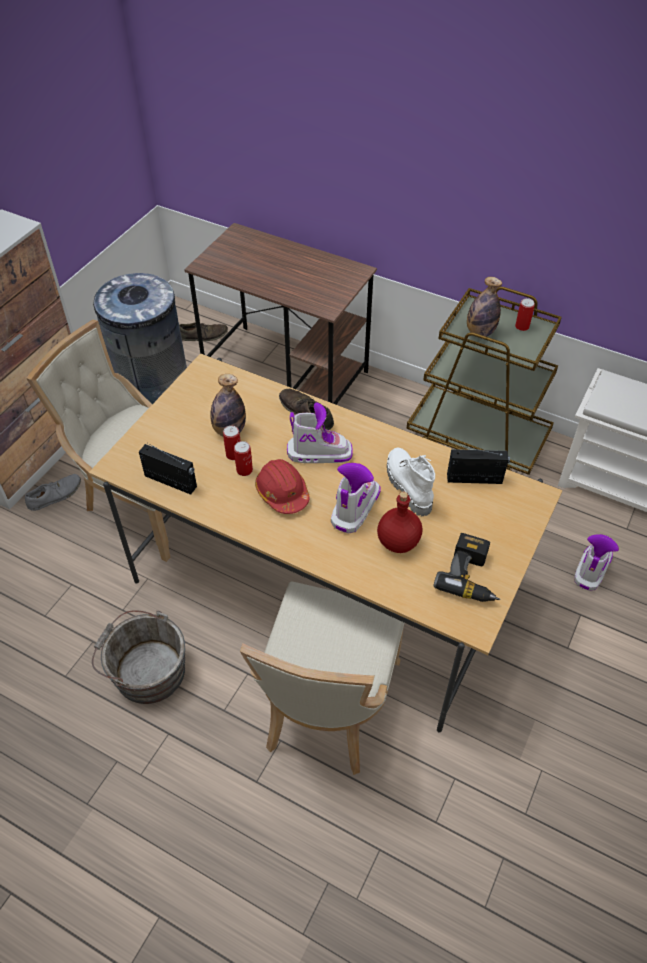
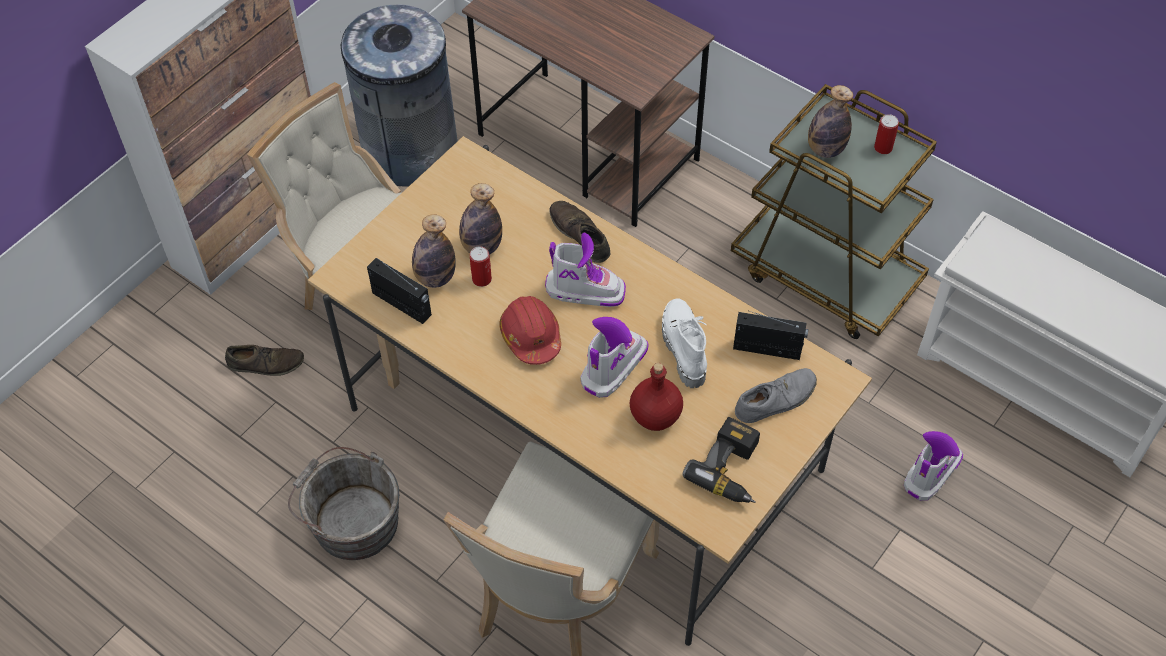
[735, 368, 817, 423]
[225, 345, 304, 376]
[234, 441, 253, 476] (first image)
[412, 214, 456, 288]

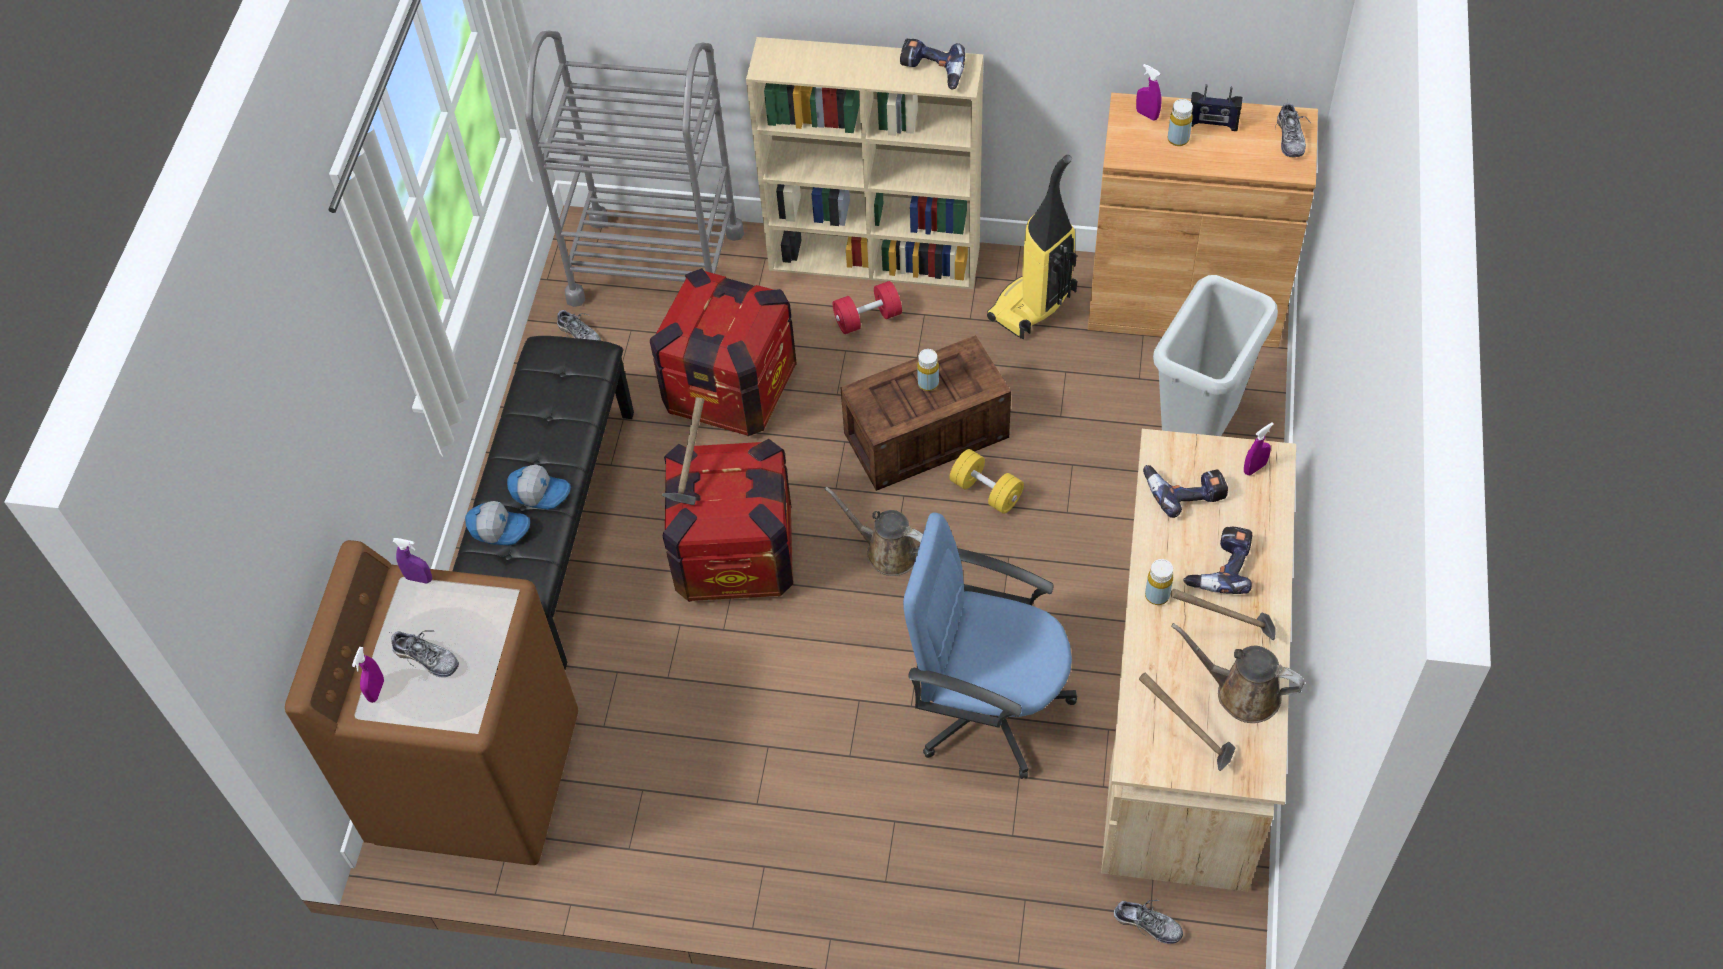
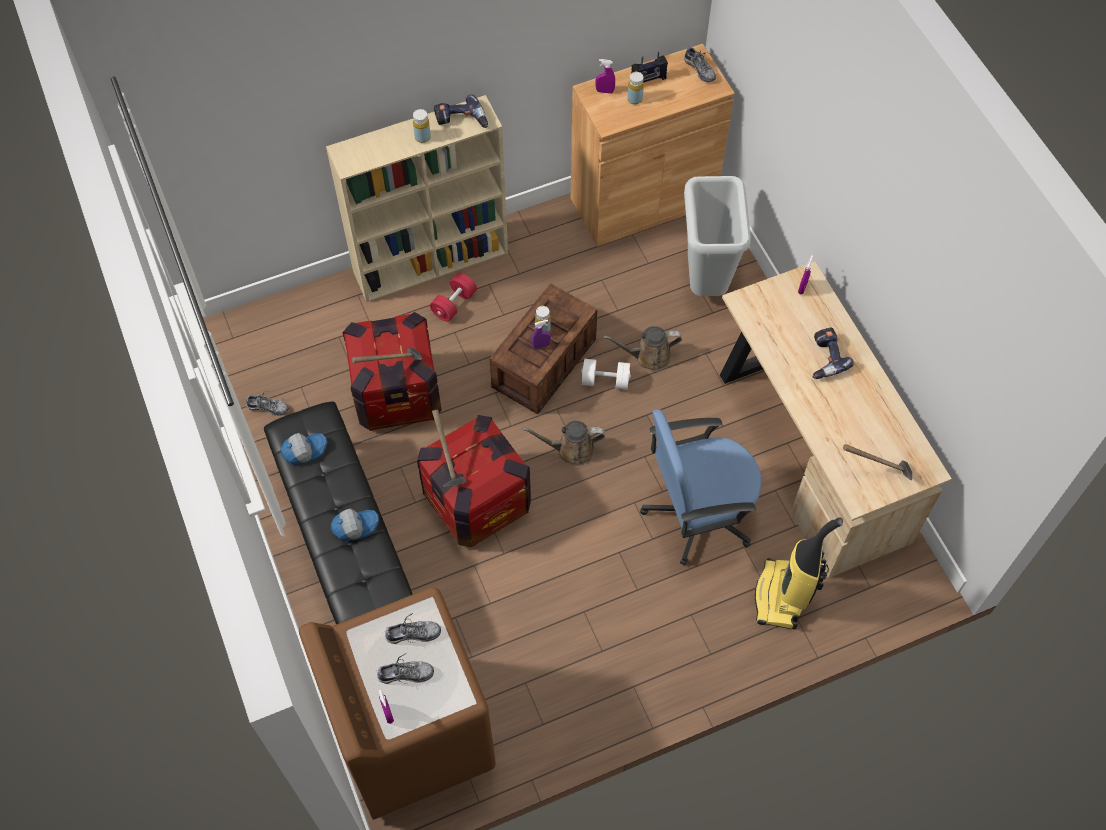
[532, 320, 551, 349]
[281, 433, 327, 465]
[525, 31, 744, 307] (first image)
[581, 359, 631, 390]
[755, 517, 843, 629]
[385, 613, 441, 644]
[1143, 465, 1228, 518] (first image)
[413, 109, 431, 143]
[351, 347, 422, 363]
[603, 326, 682, 371]

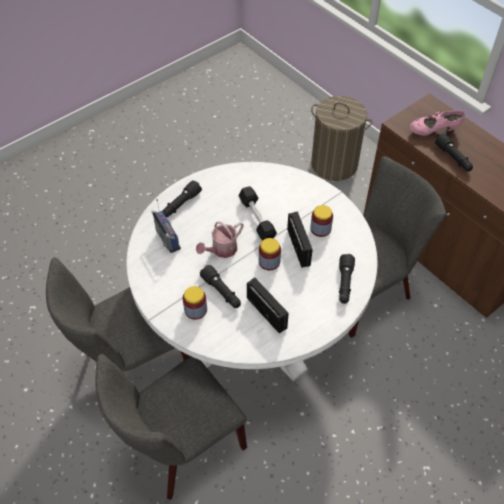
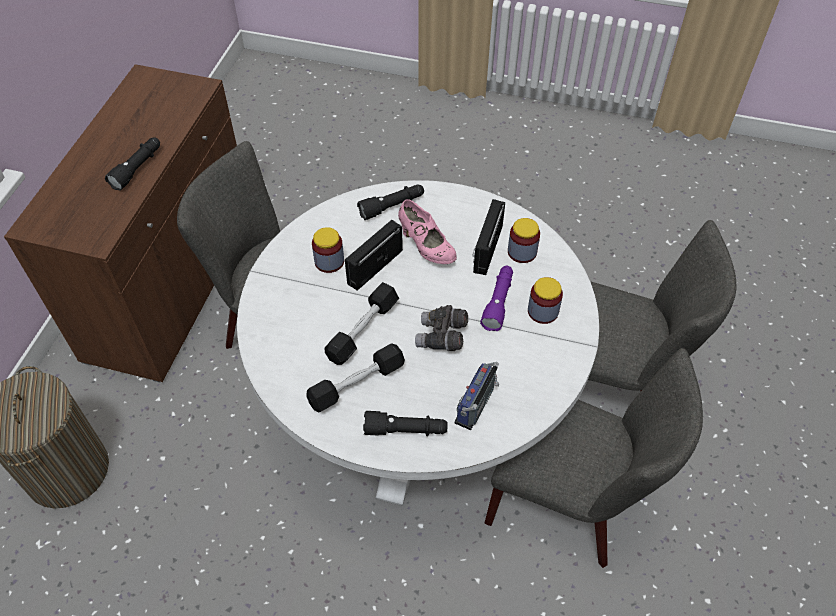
[415, 305, 468, 351]
[480, 266, 513, 331]
[508, 218, 540, 263]
[398, 199, 457, 264]
[306, 344, 405, 412]

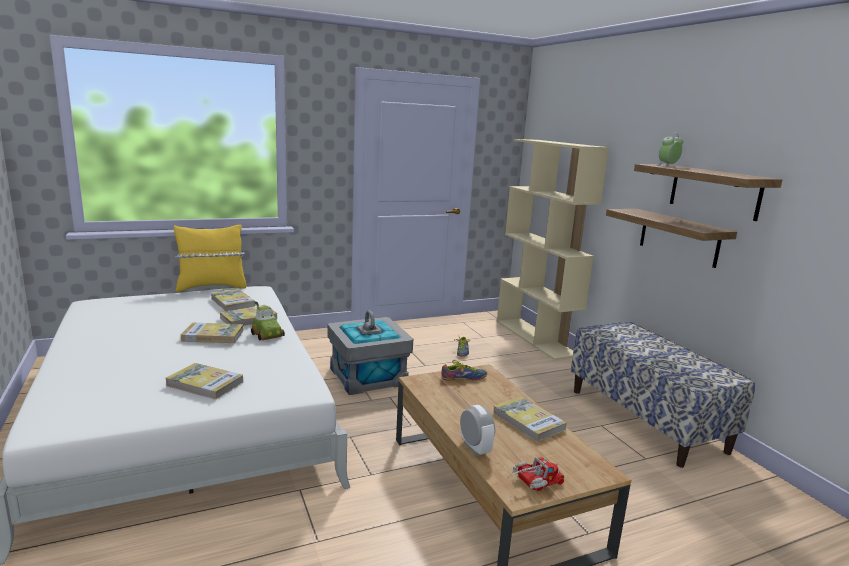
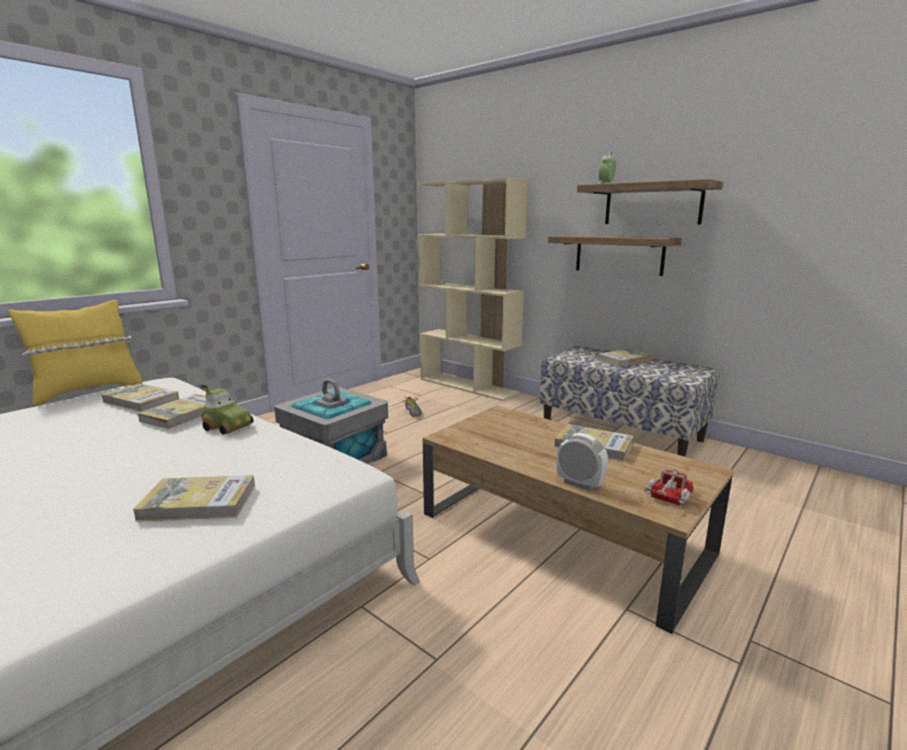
[597, 349, 652, 367]
[441, 360, 487, 381] (first image)

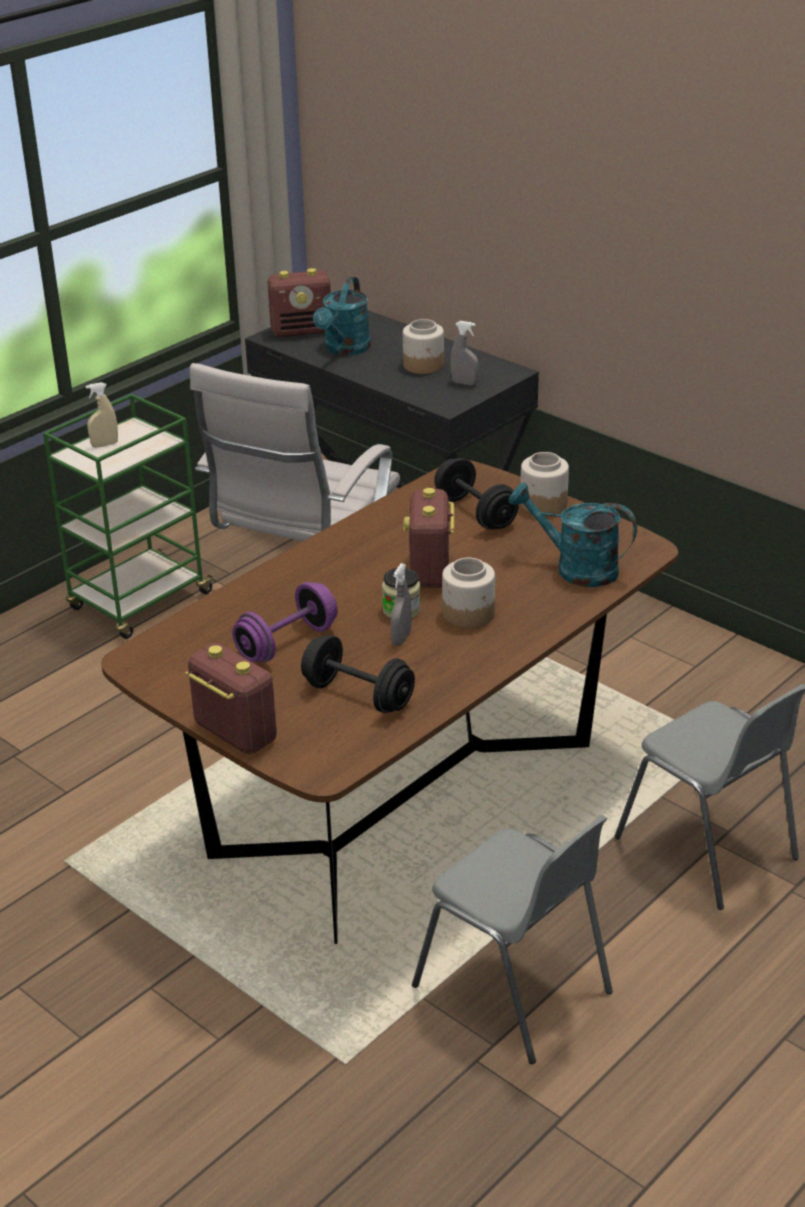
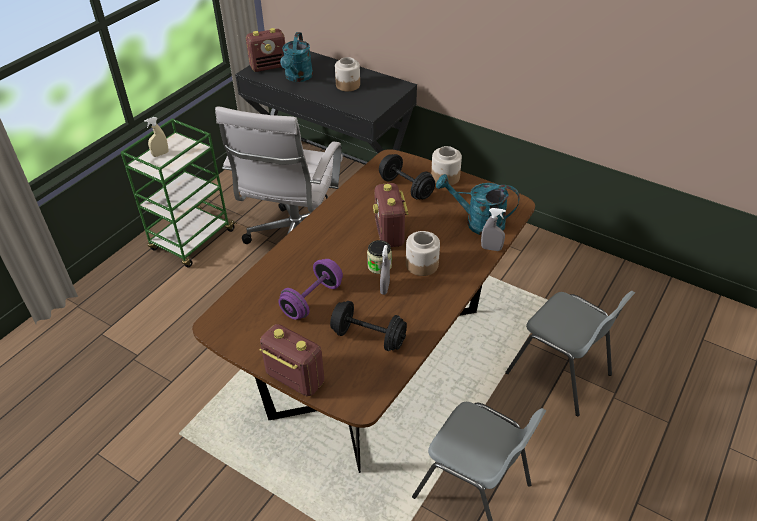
[481, 208, 506, 251]

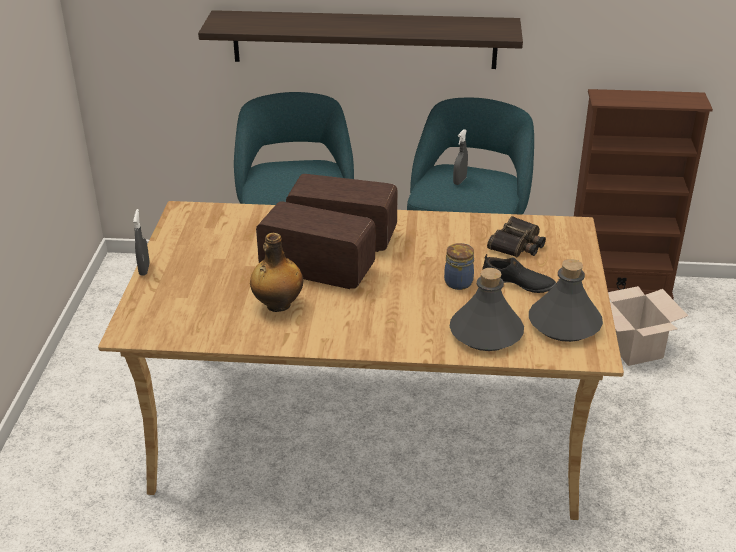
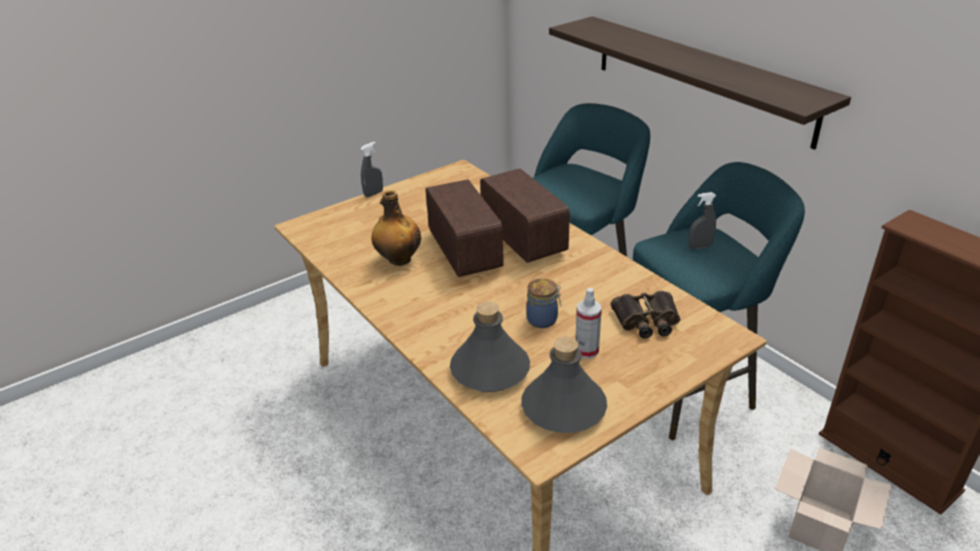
[575, 288, 602, 359]

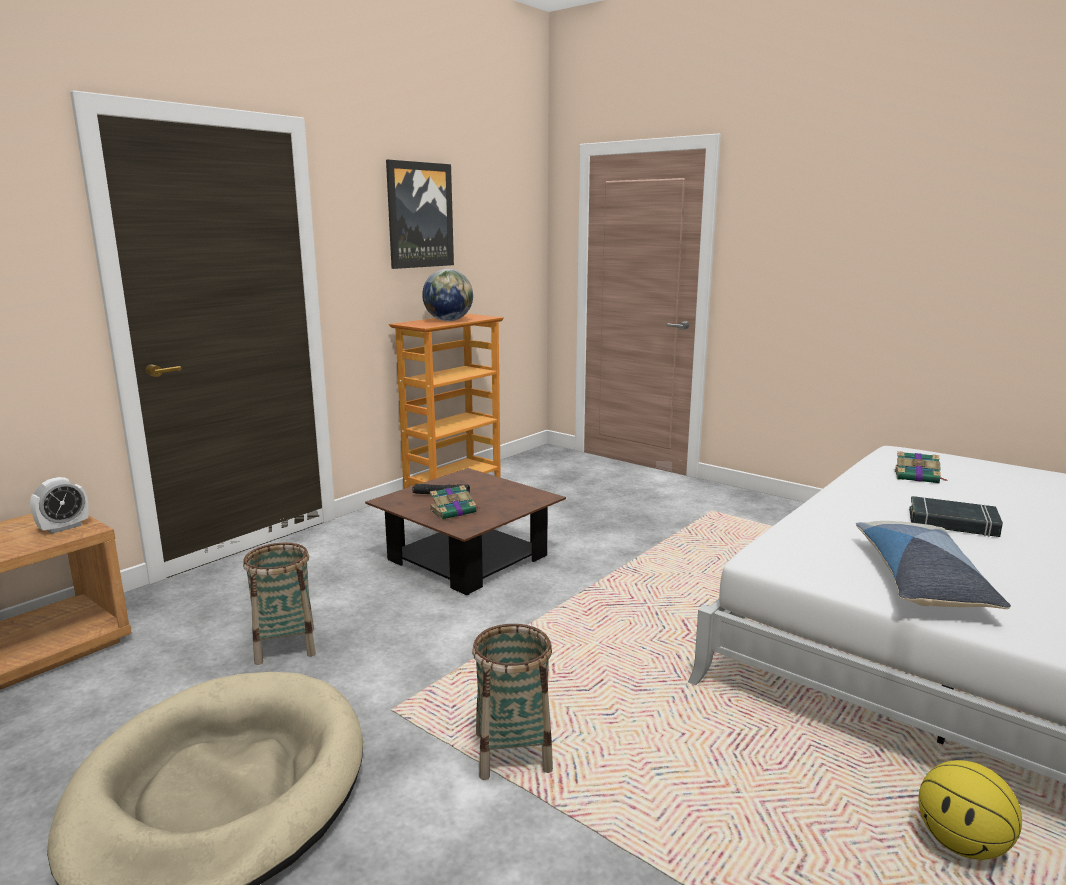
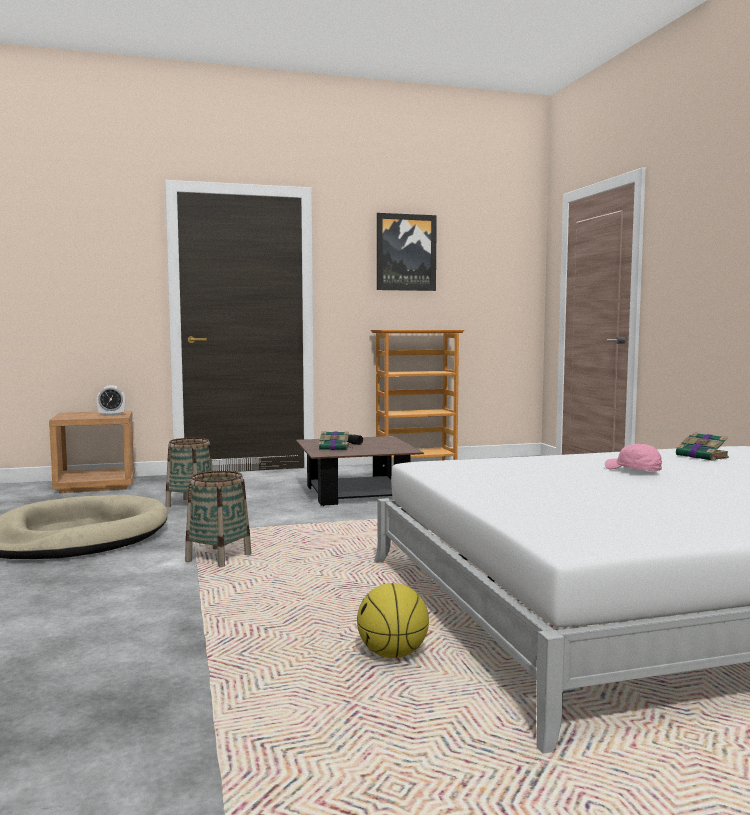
[422, 269, 473, 321] (first image)
[856, 521, 1011, 609] (first image)
[605, 443, 662, 471]

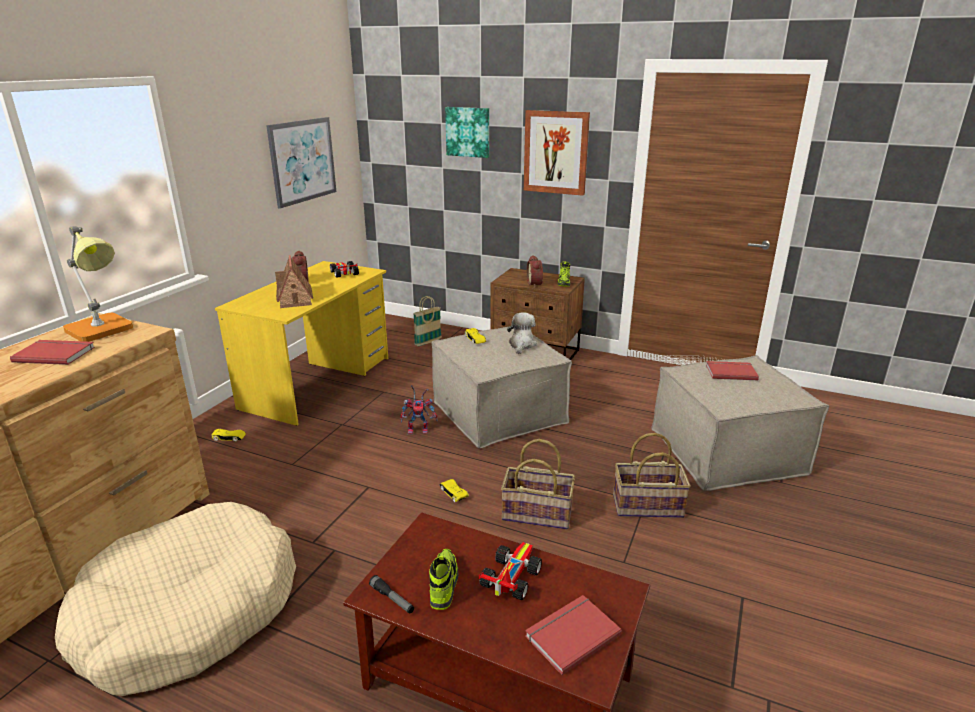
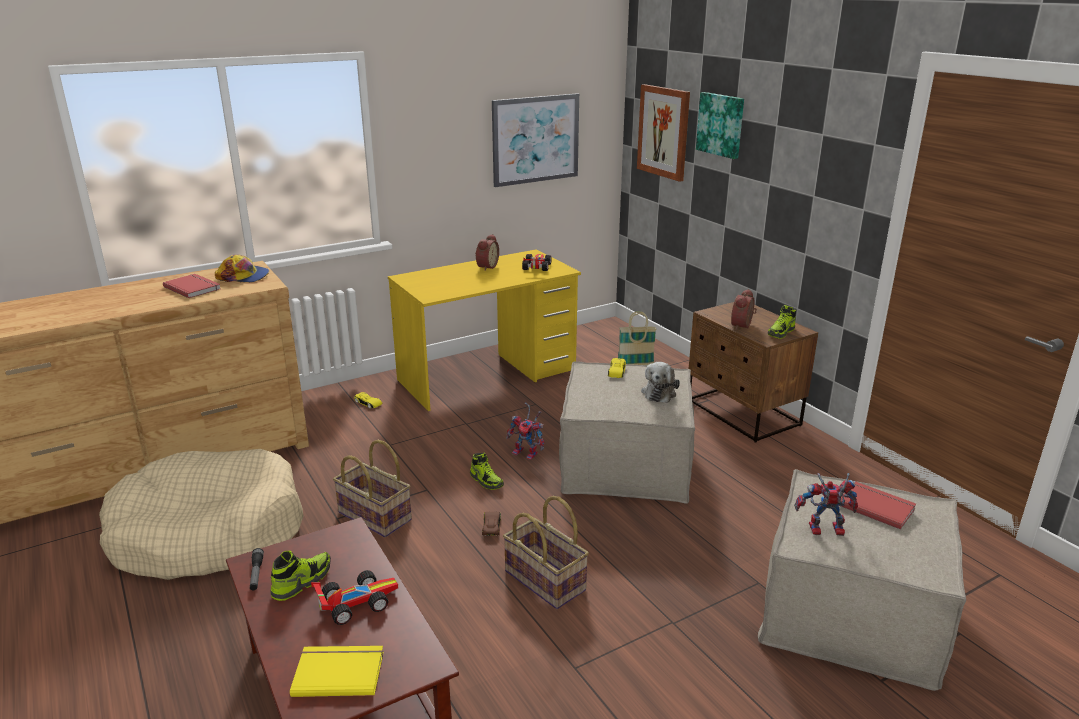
[215, 254, 269, 282]
[275, 255, 313, 308] (first image)
[482, 512, 501, 536]
[641, 362, 680, 403]
[637, 84, 690, 182]
[290, 646, 384, 697]
[333, 440, 412, 537]
[470, 453, 504, 490]
[794, 473, 858, 536]

